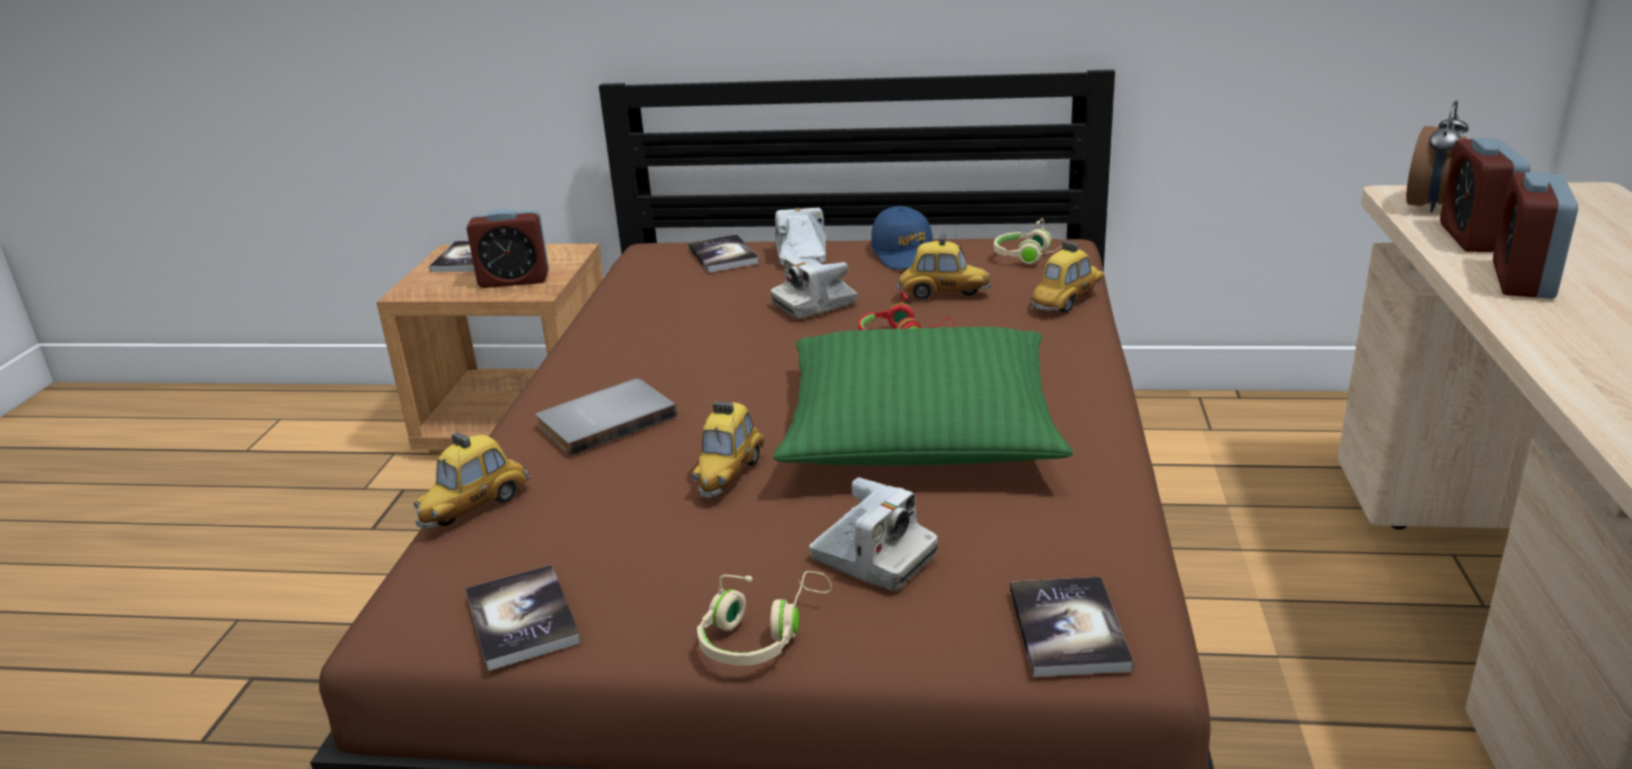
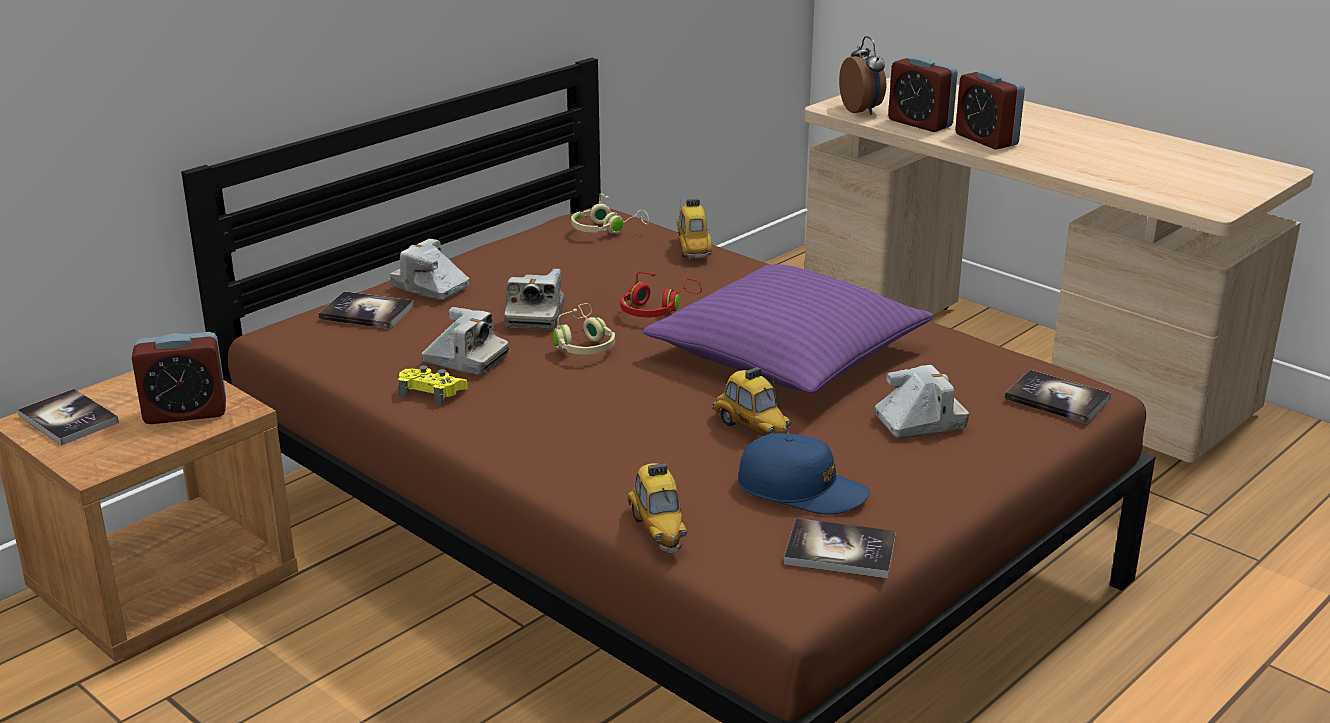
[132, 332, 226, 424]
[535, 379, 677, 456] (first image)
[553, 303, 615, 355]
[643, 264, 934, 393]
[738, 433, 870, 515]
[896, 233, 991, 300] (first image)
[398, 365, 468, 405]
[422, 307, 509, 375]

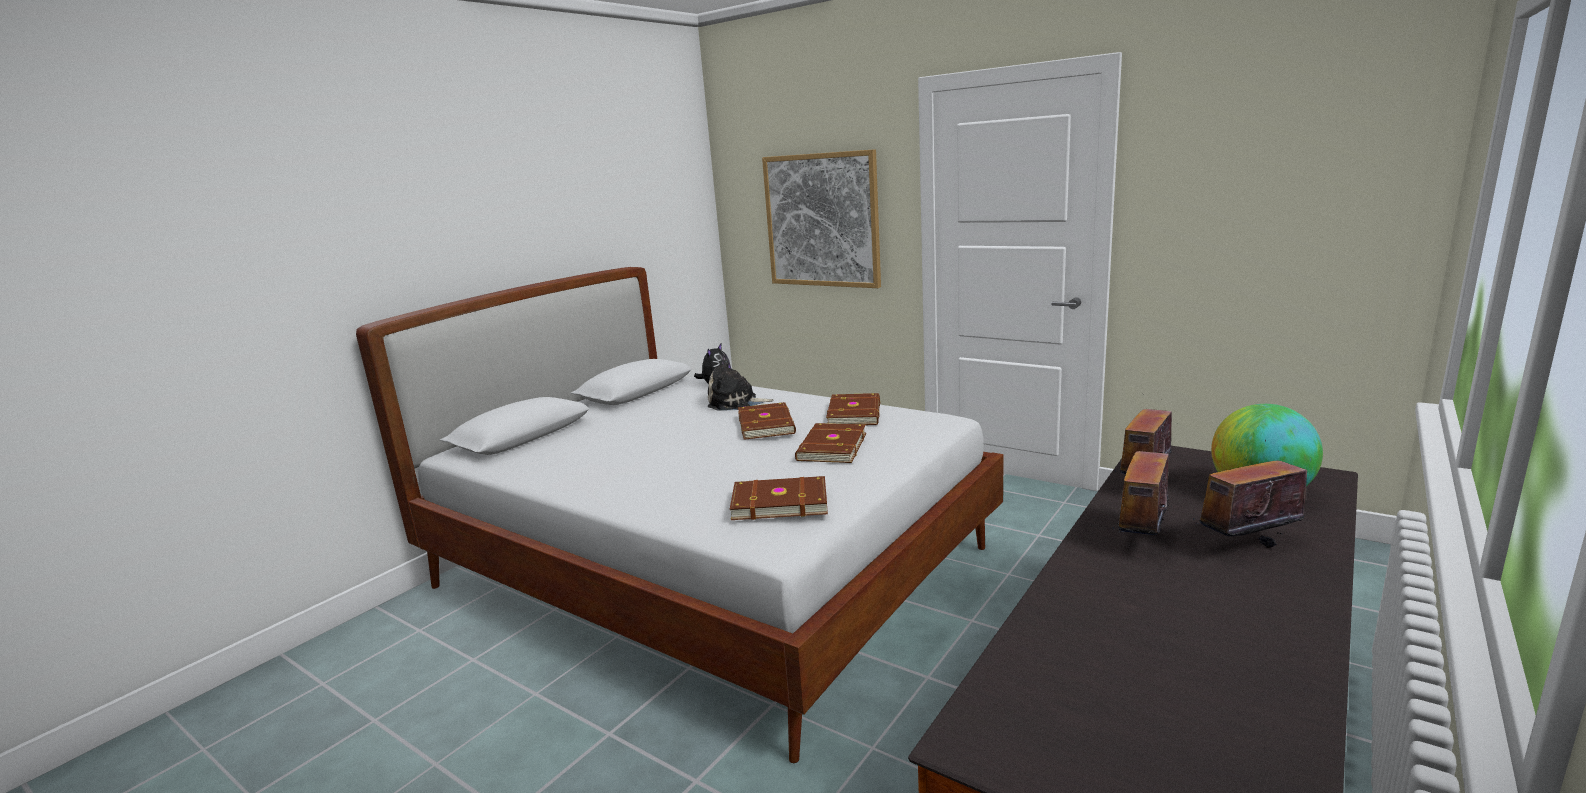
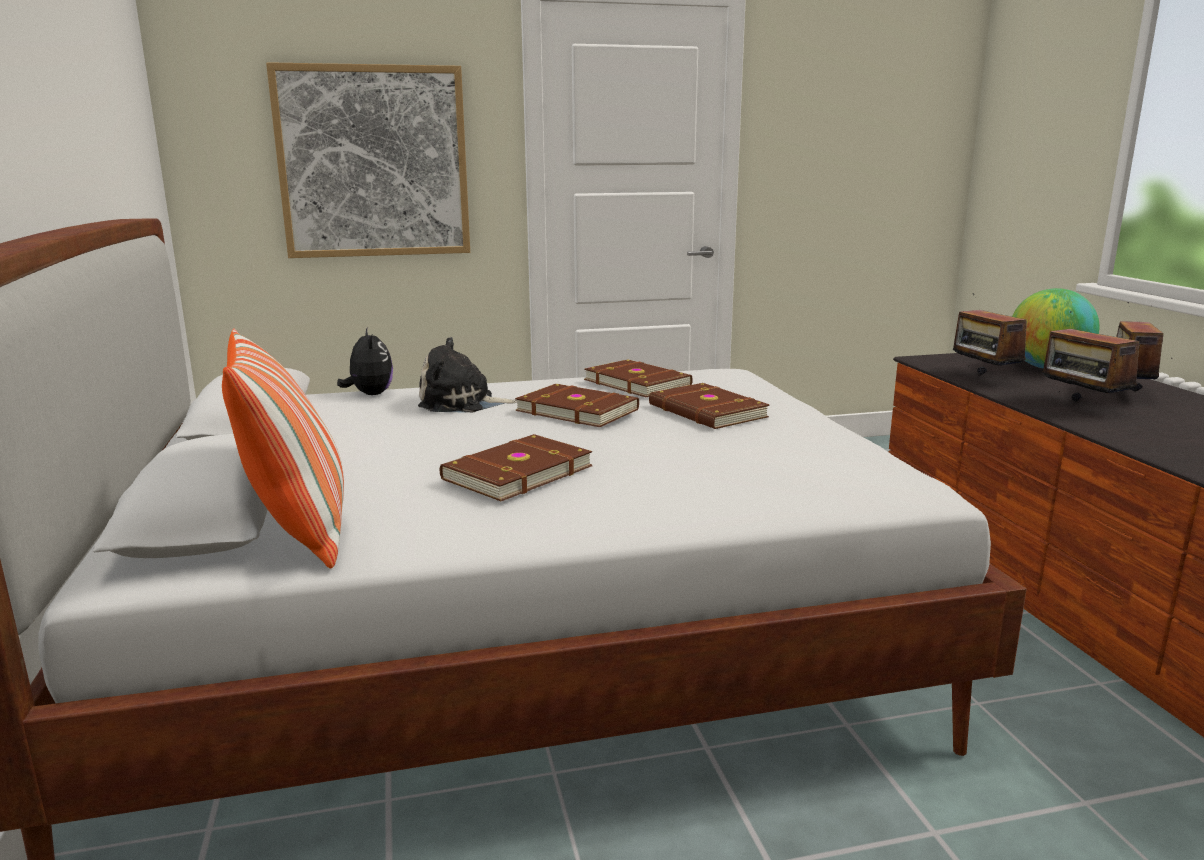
[418, 337, 517, 413]
[440, 434, 592, 501]
[222, 328, 344, 568]

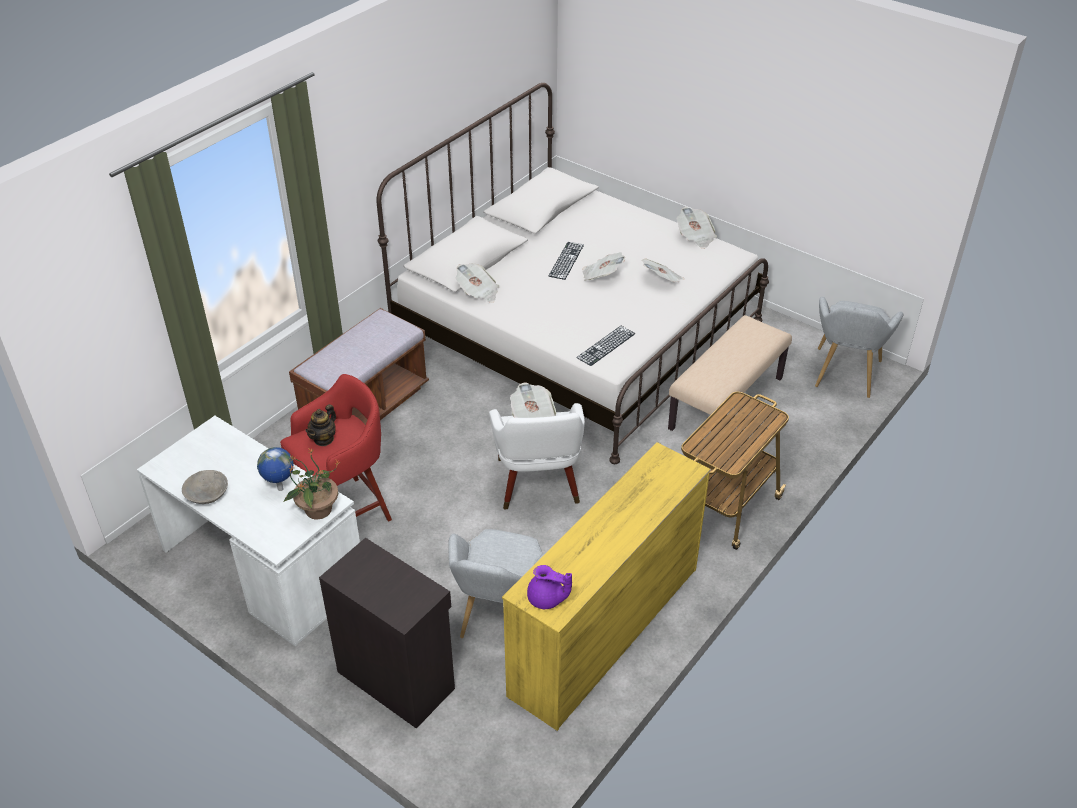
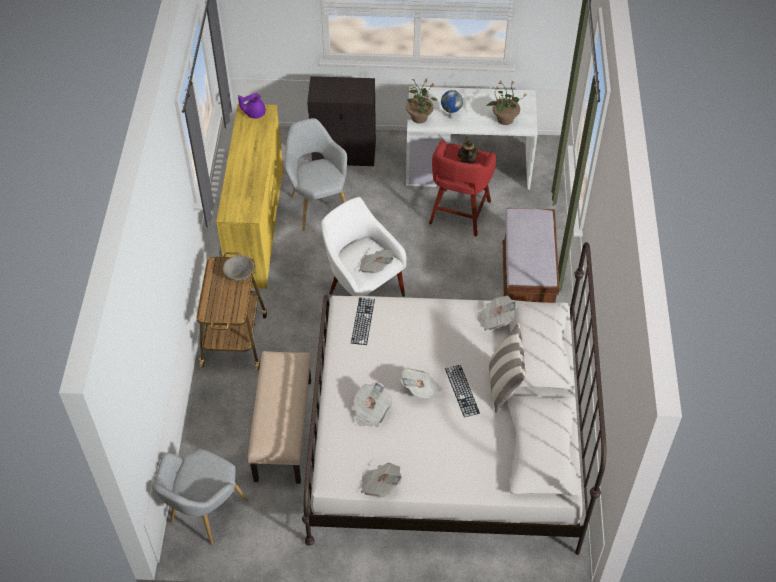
[223, 255, 254, 281]
[151, 449, 248, 545]
[486, 81, 527, 125]
[489, 323, 526, 413]

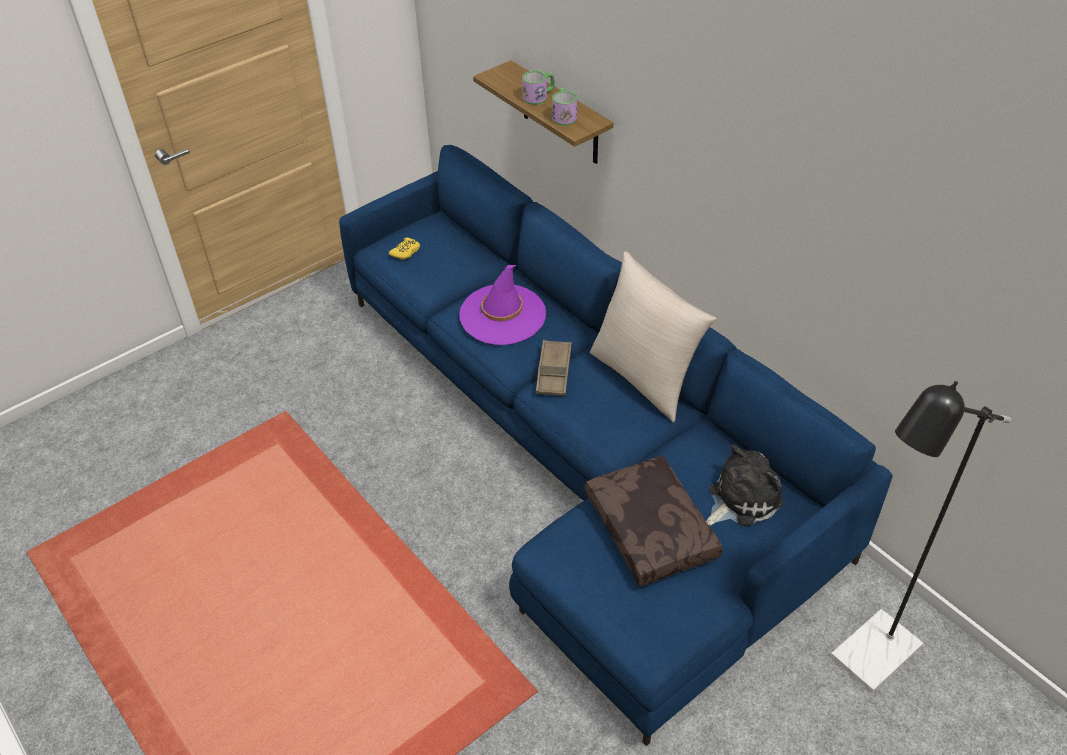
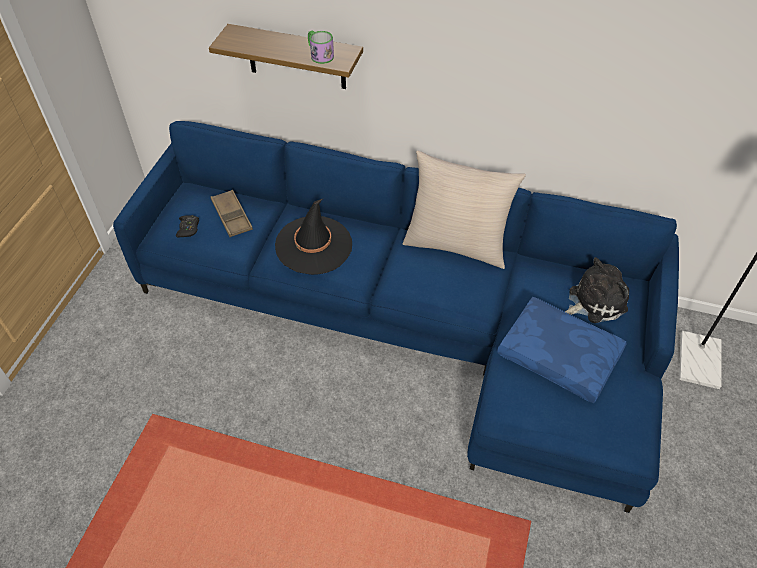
[176, 215, 199, 237]
[275, 199, 352, 275]
[522, 71, 555, 105] (first image)
[211, 190, 253, 237]
[497, 297, 626, 403]
[565, 257, 629, 323]

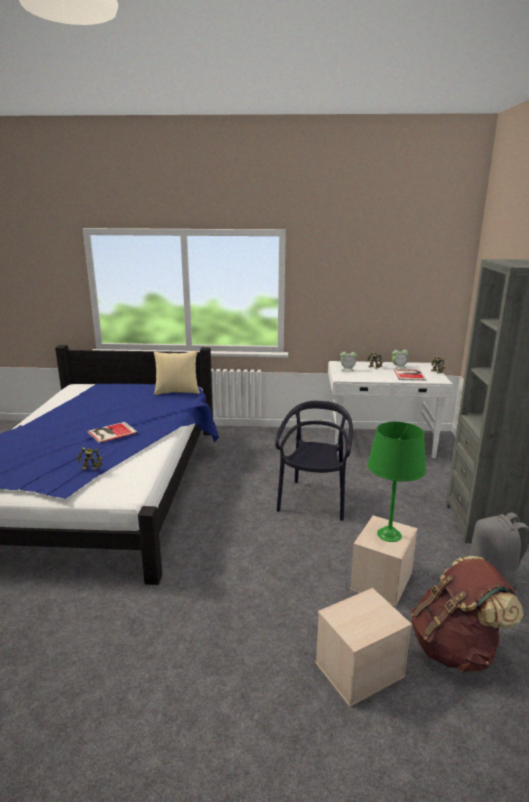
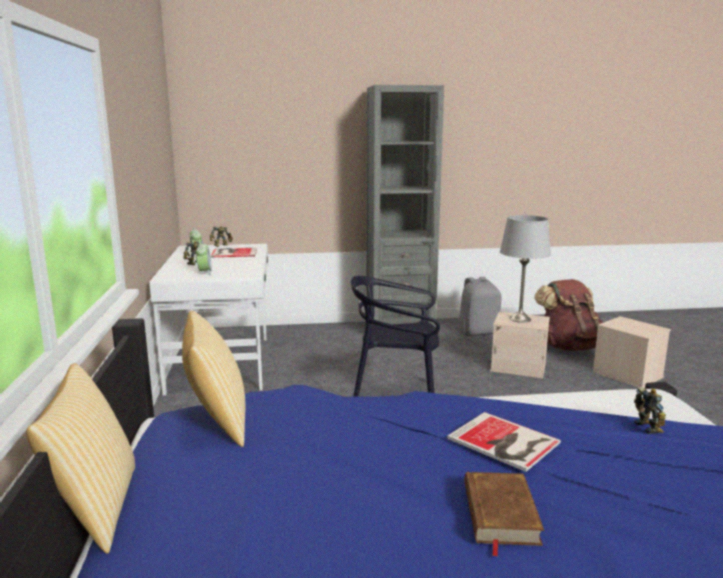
[500, 215, 551, 323]
[26, 363, 135, 554]
[464, 472, 544, 557]

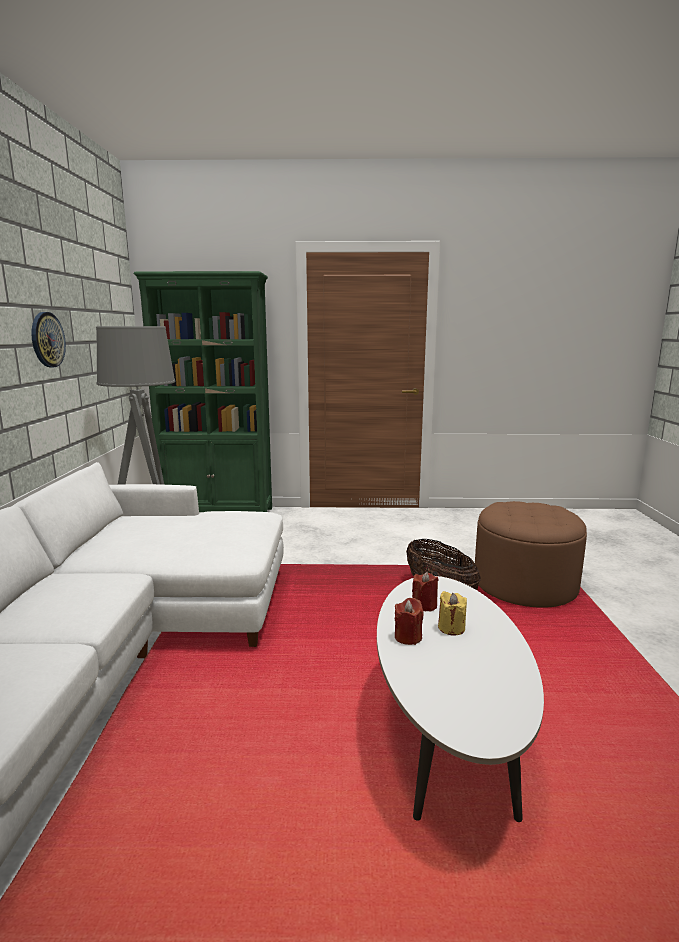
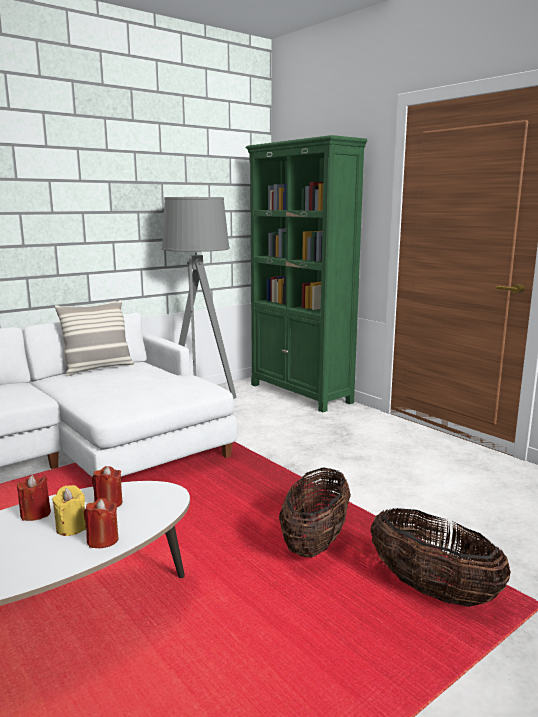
[31, 312, 66, 367] (first image)
[370, 508, 511, 607]
[55, 300, 134, 376]
[84, 498, 118, 548]

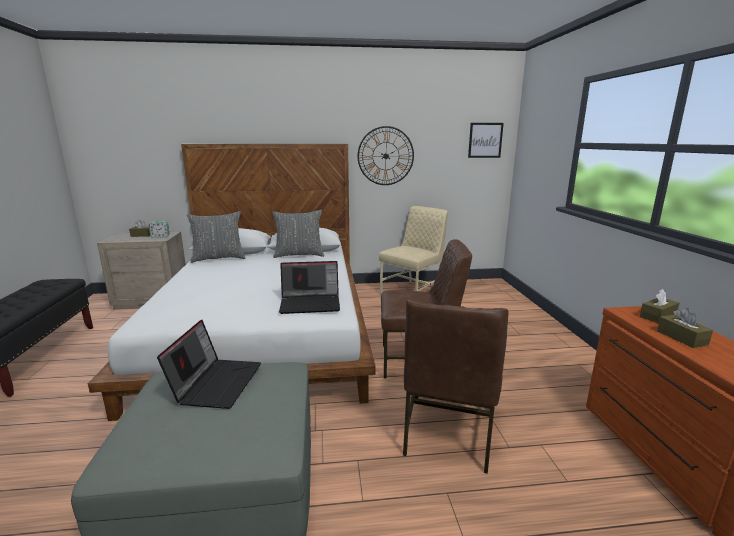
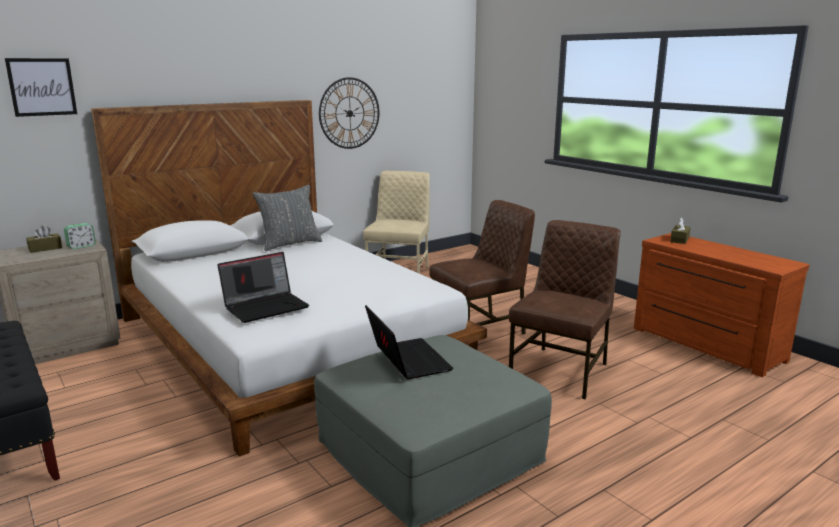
[187, 211, 245, 263] (first image)
[217, 252, 309, 323]
[509, 220, 621, 399]
[5, 58, 77, 117]
[657, 308, 713, 348] (first image)

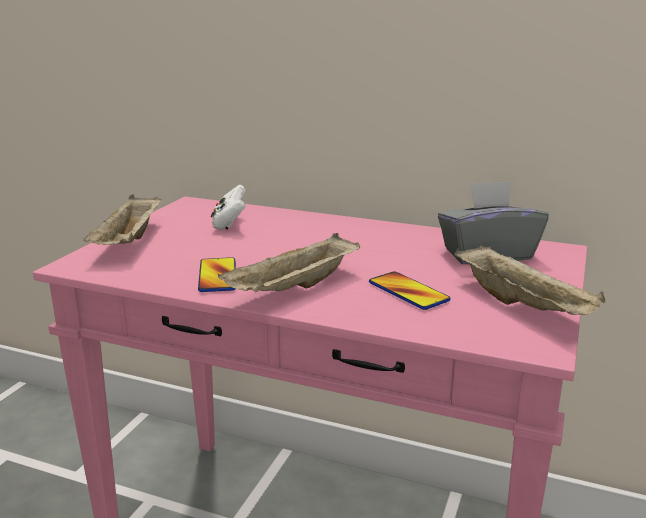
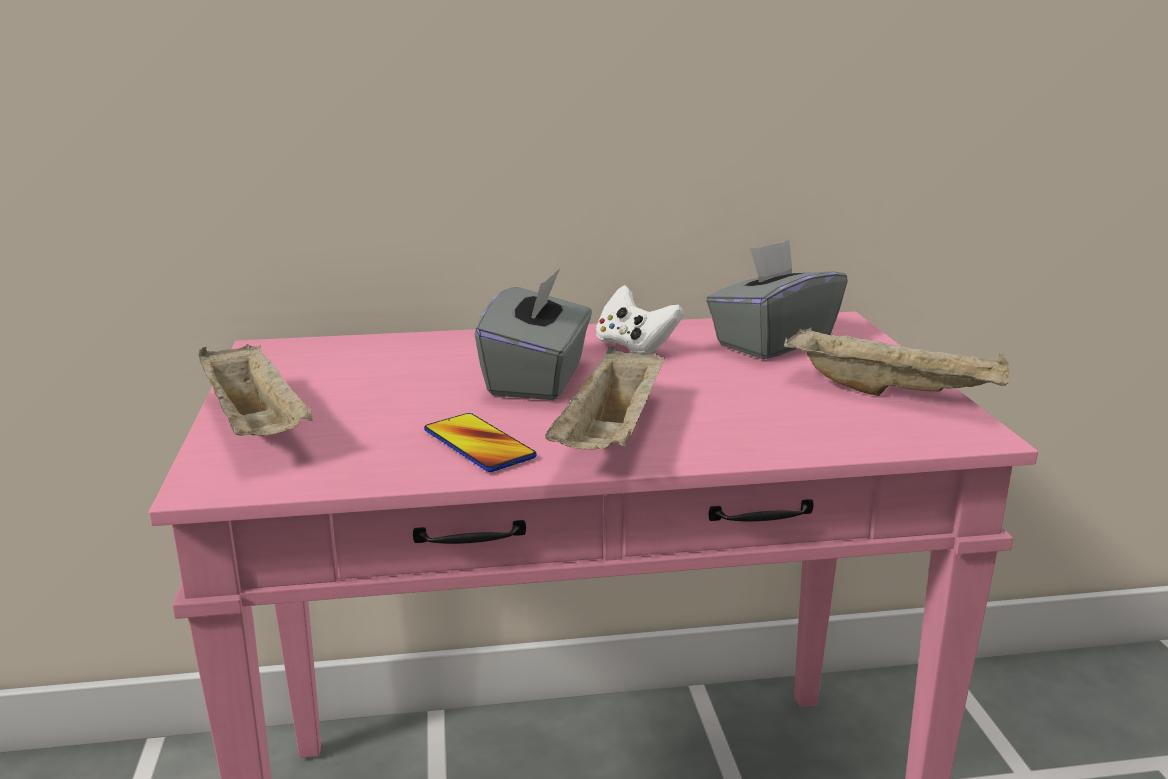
[596, 285, 684, 355]
[369, 272, 451, 310] (first image)
[475, 268, 592, 400]

